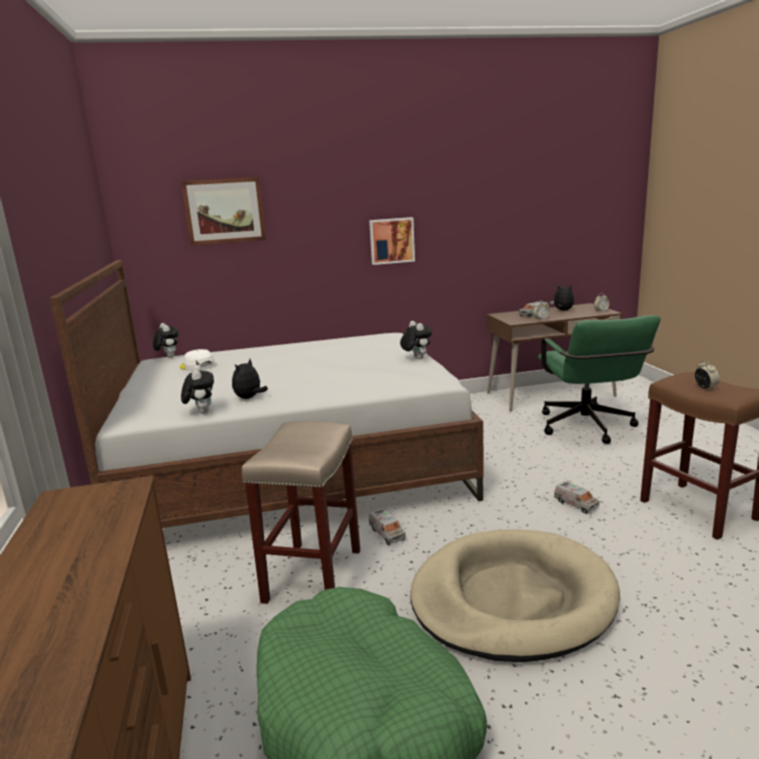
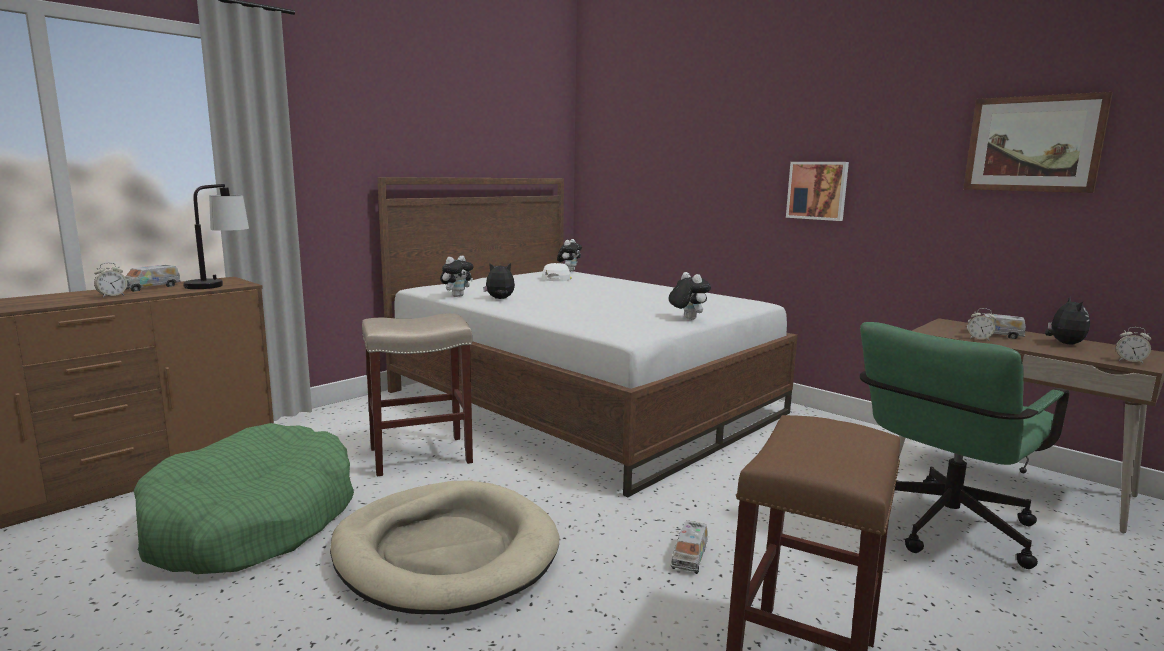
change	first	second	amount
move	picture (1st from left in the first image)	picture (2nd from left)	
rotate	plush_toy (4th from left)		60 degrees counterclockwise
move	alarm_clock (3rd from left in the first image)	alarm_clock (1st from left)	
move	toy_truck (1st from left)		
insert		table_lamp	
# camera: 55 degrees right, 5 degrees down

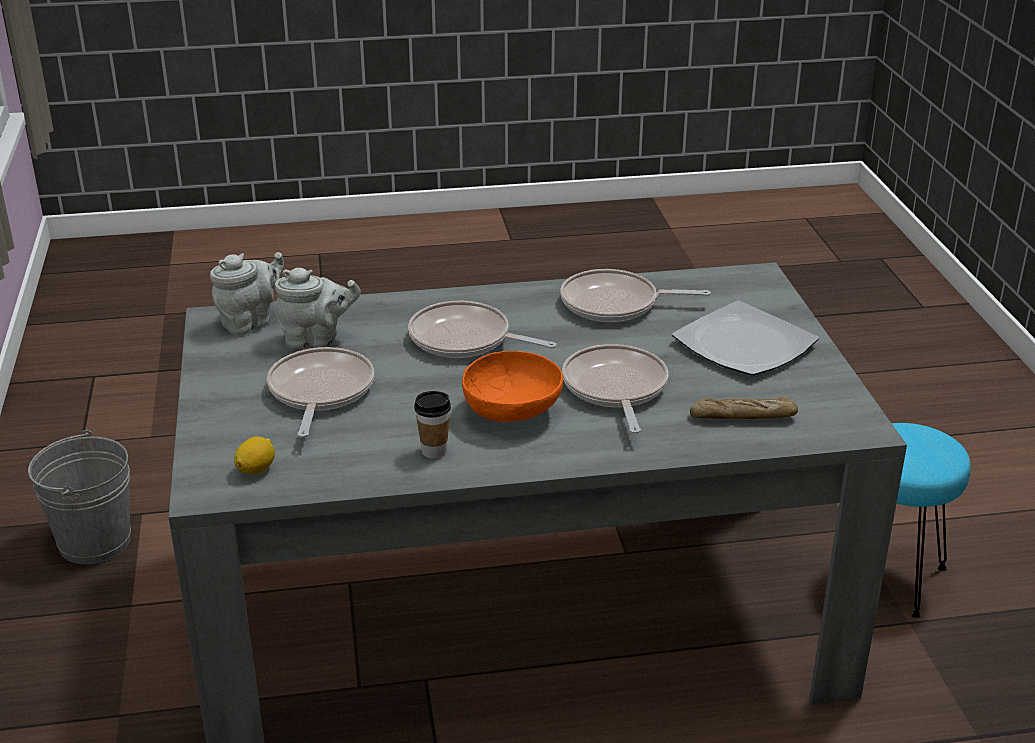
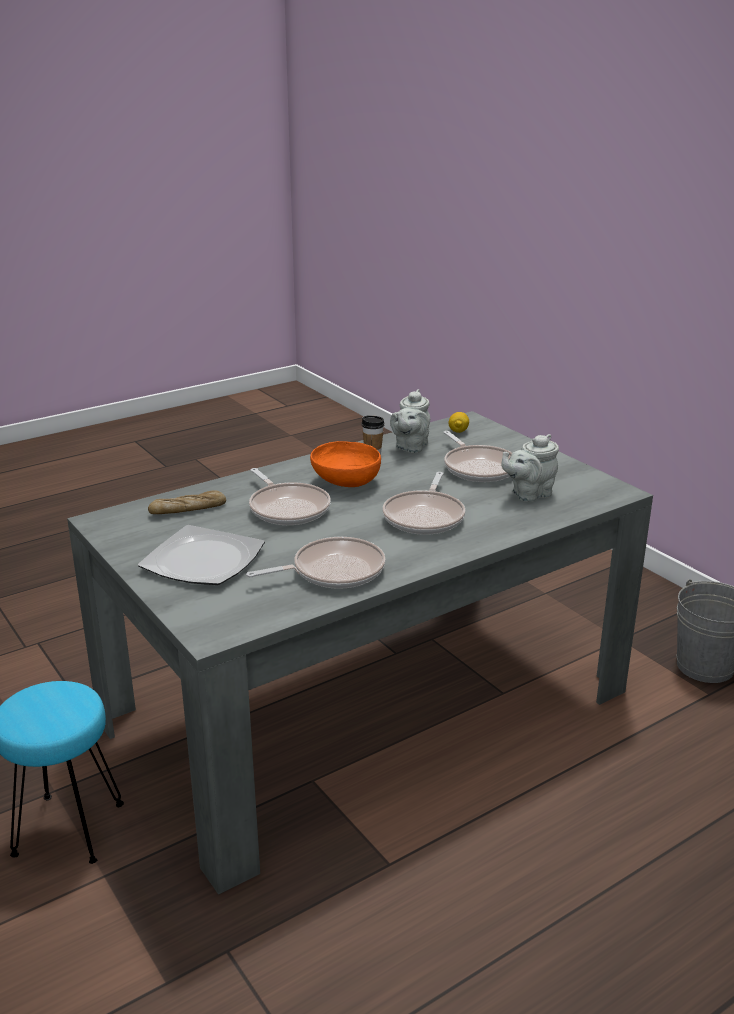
change	first	second	amount
move	grey_teapot (1st from left)		
rotate	frying_pan (2nd from left in the first image)	frying_pan (3rd from left)	105 degrees clockwise
# camera: 155 degrees right, 5 degrees down

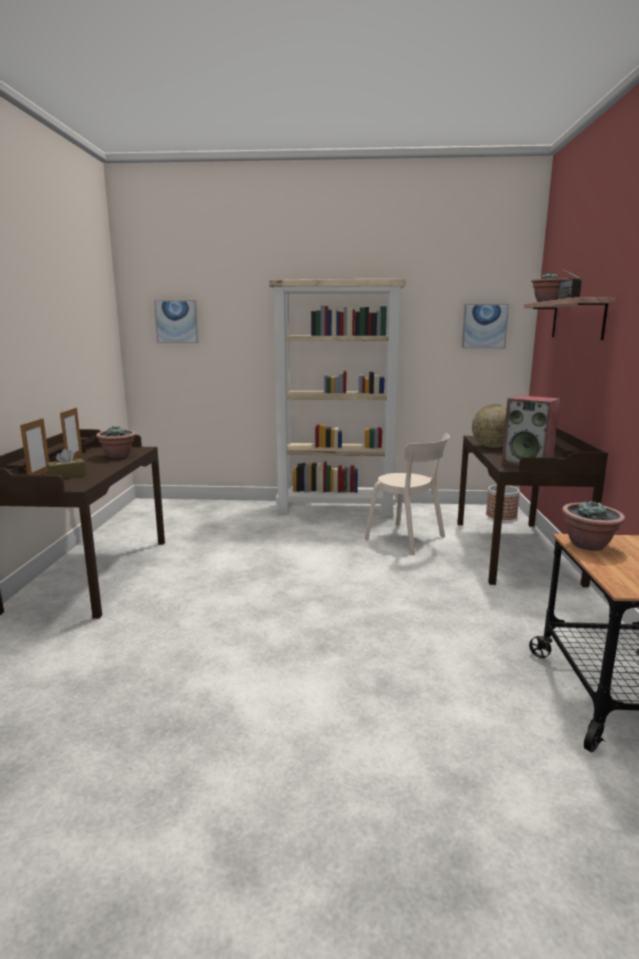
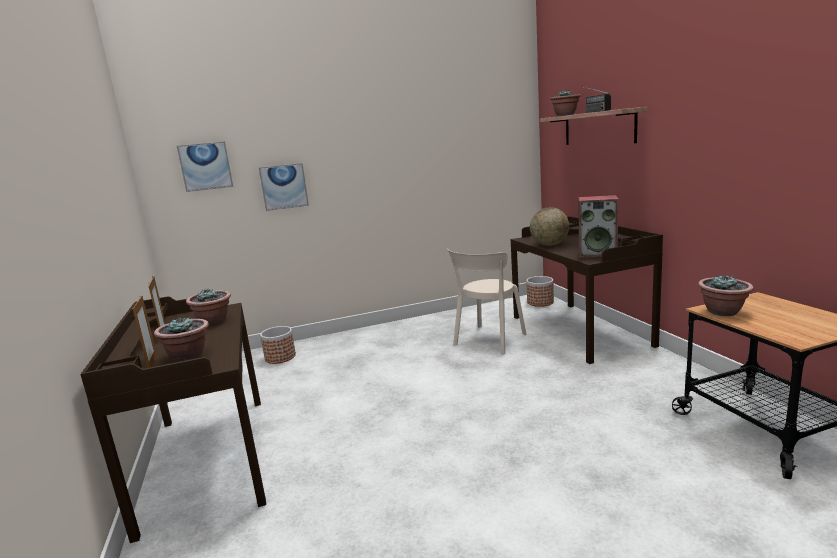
change	first	second	amount
delete	beige_bookcase		
move	picture (2nd from left)		
rotate	beige_chair		105 degrees clockwise
replace	brown_tissue_box	potted_plant (1st from left)	
insert		planter (1st from left)	
# camera: 20 degrees left, 0 degrees up

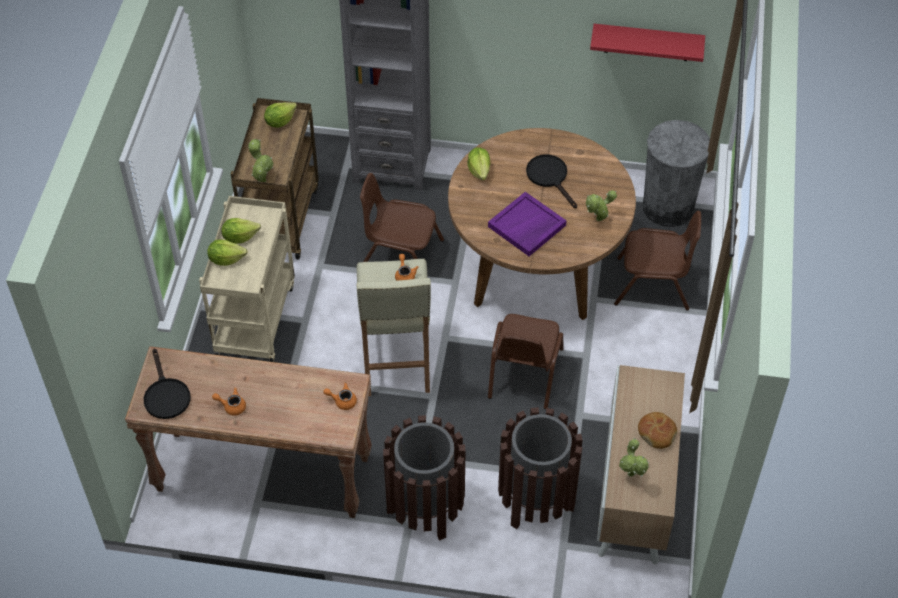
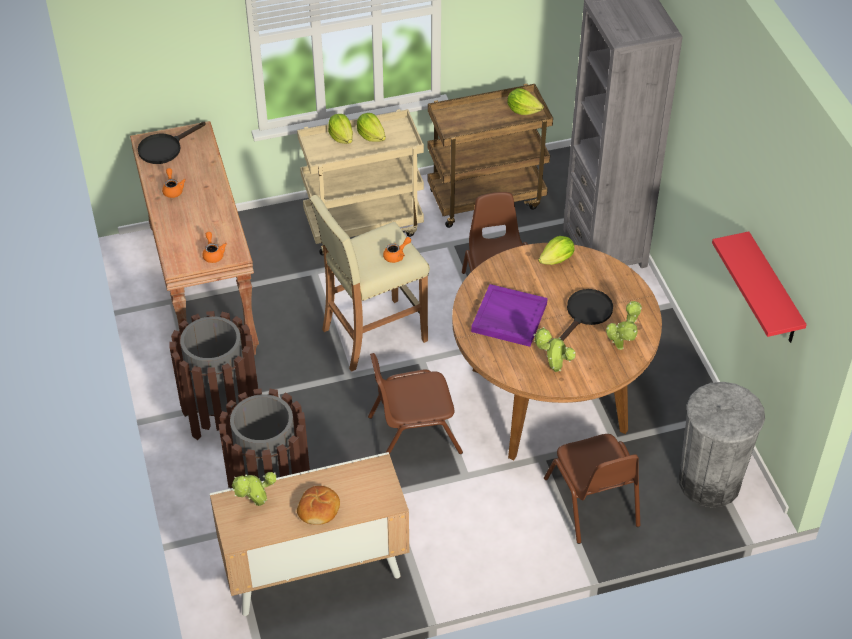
change	first	second	amount
move	potted_plant (1st from left in the first image)	potted_plant (3rd from left)	
# camera: 65 degrees right, 5 degrees down

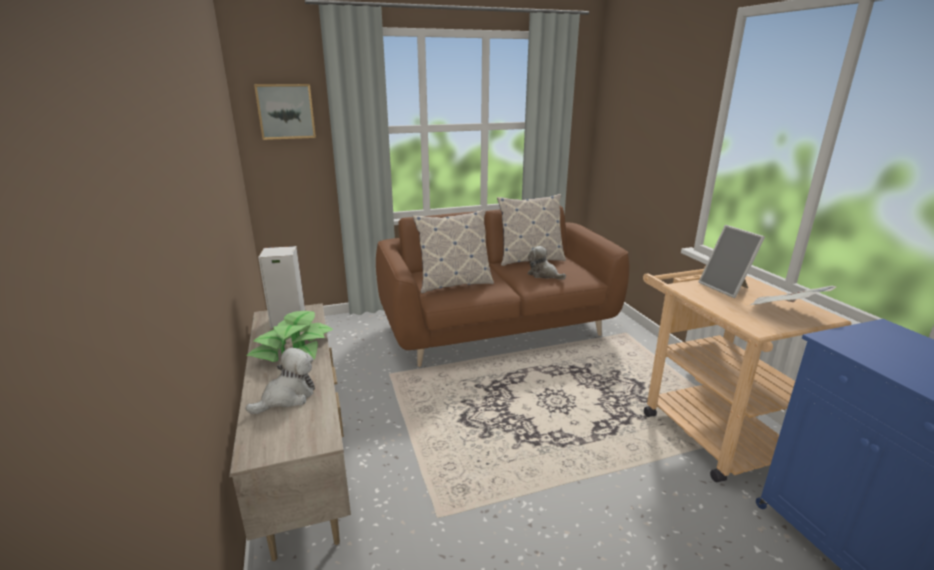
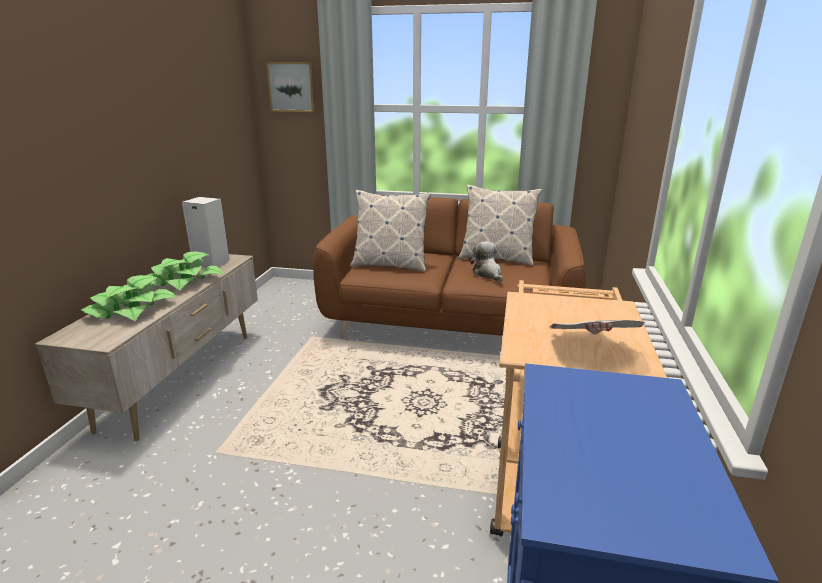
change	first	second	amount
delete	picture_frame		
replace	plush_toy (1st from left)	potted_plant (1st from left)	
# camera: 30 degrees right, 0 degrees up

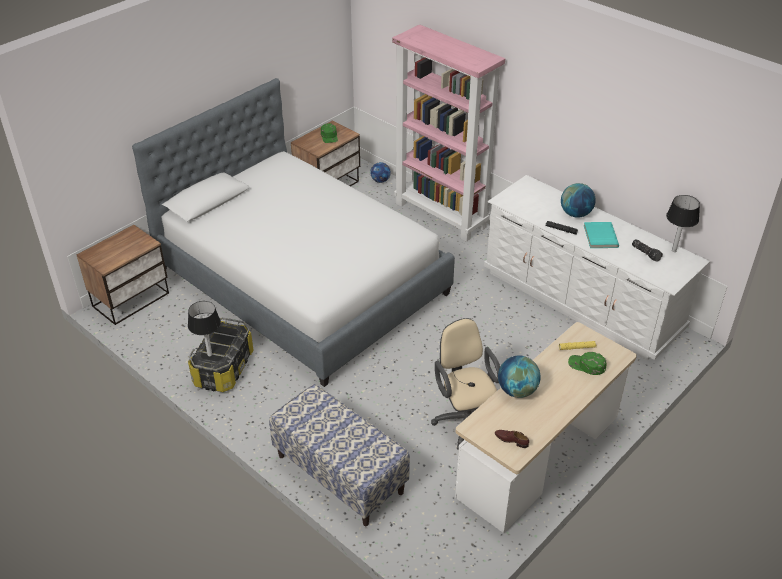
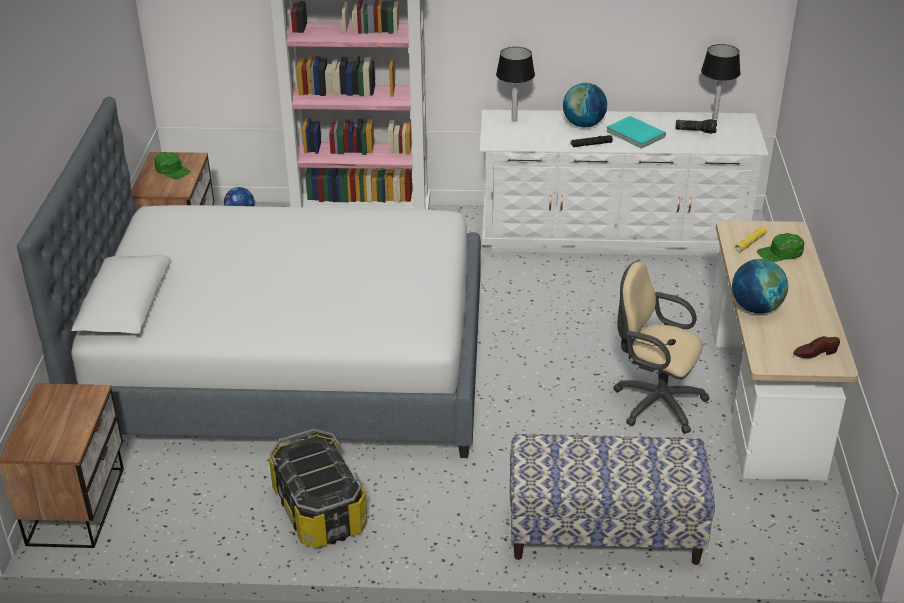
change	first	second	amount
move	table_lamp (1st from left)		
# camera: 40 degrees left, 5 degrees down

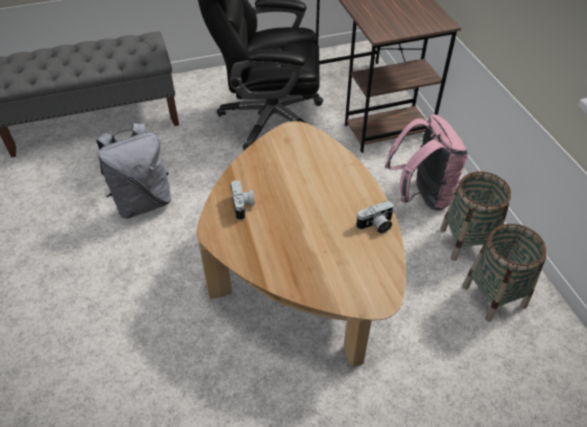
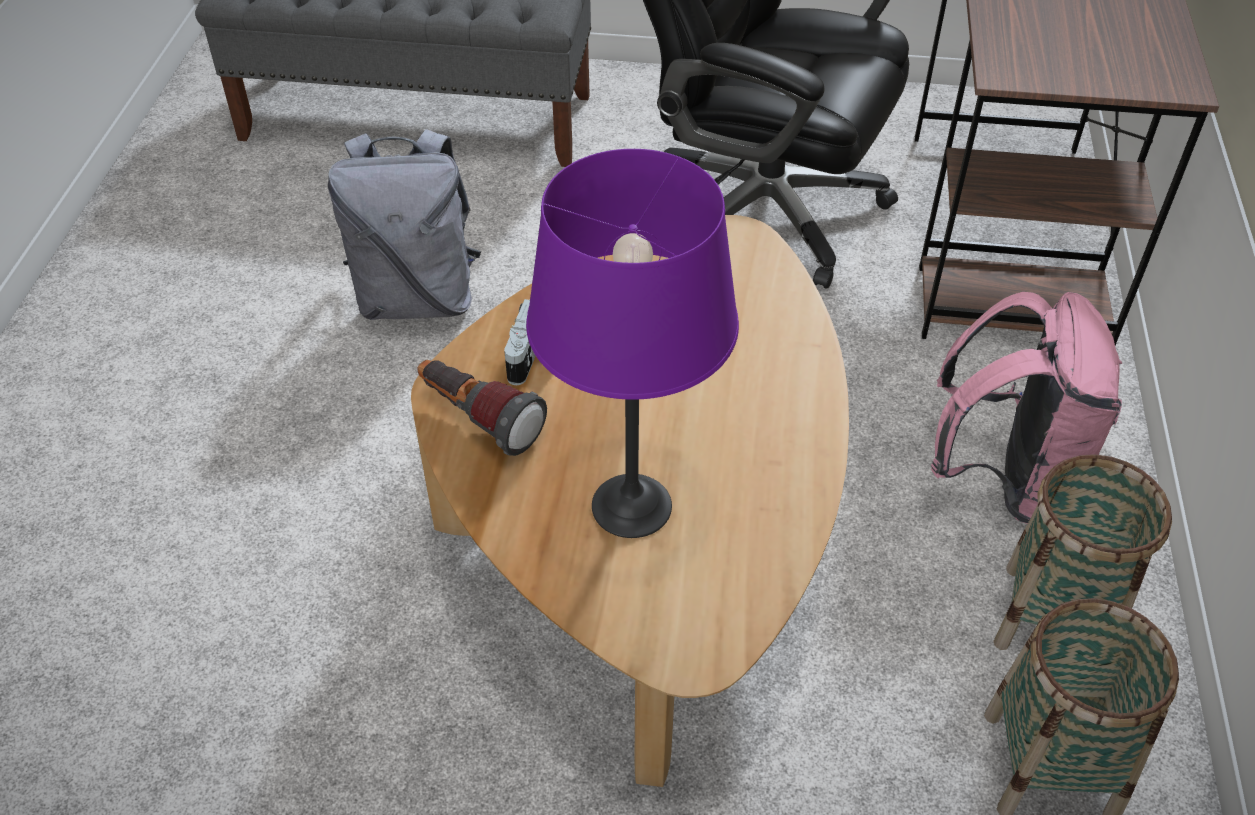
change	first	second	amount
delete	photo_camera (2nd from left)		
insert		purple_table_lamp	
insert		flashlight	
# camera: 25 degrees right, 0 degrees up

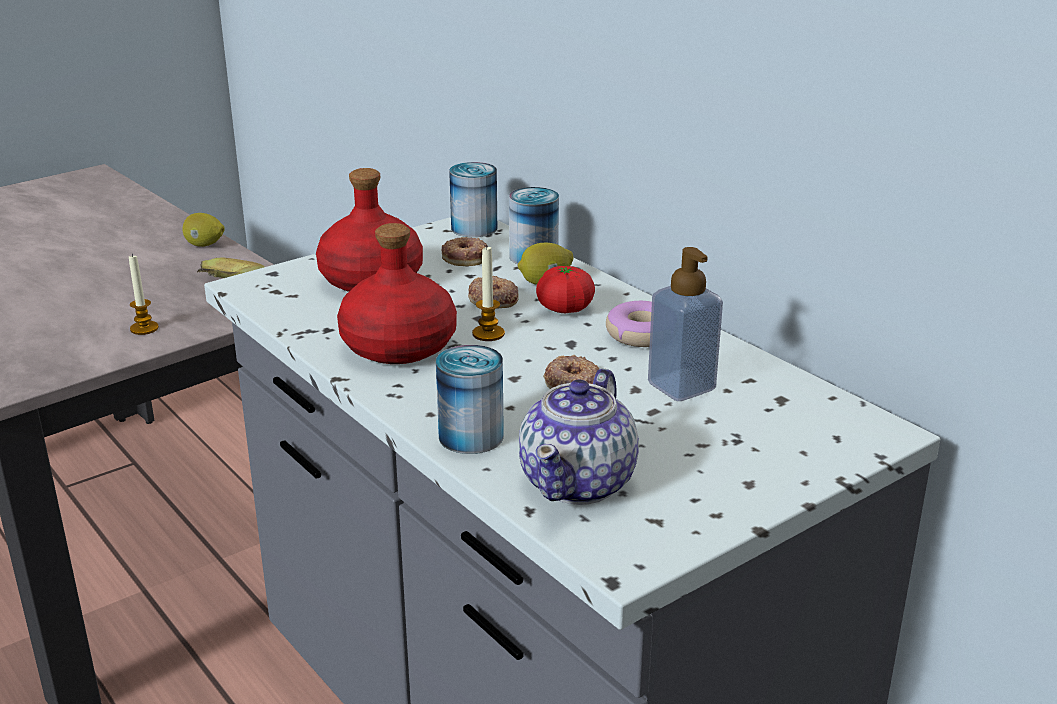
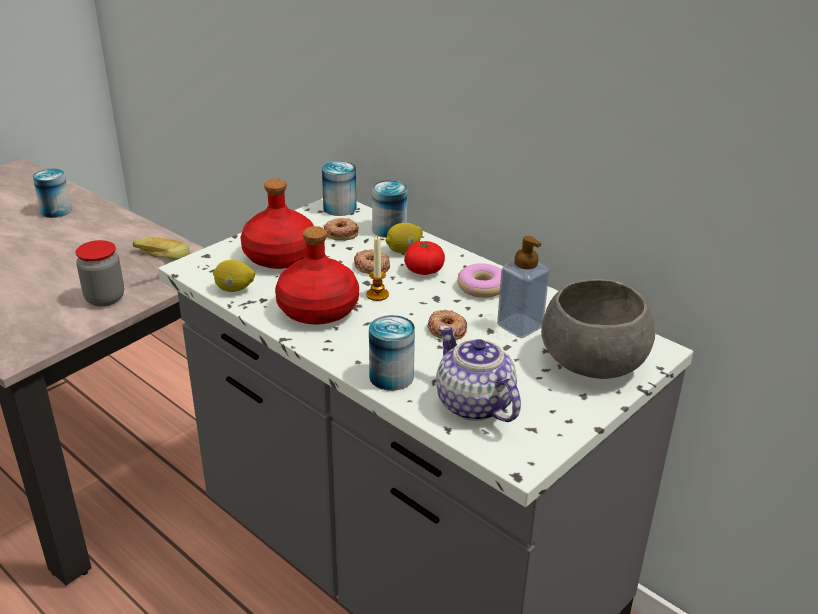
change	first	second	amount
move	lemon (1st from left)		
replace	candle (1st from left)	jar	
rotate	teapot		135 degrees clockwise
insert		can (1st from left)	
insert		grey_bowl	
# camera: 10 degrees left, 5 degrees up

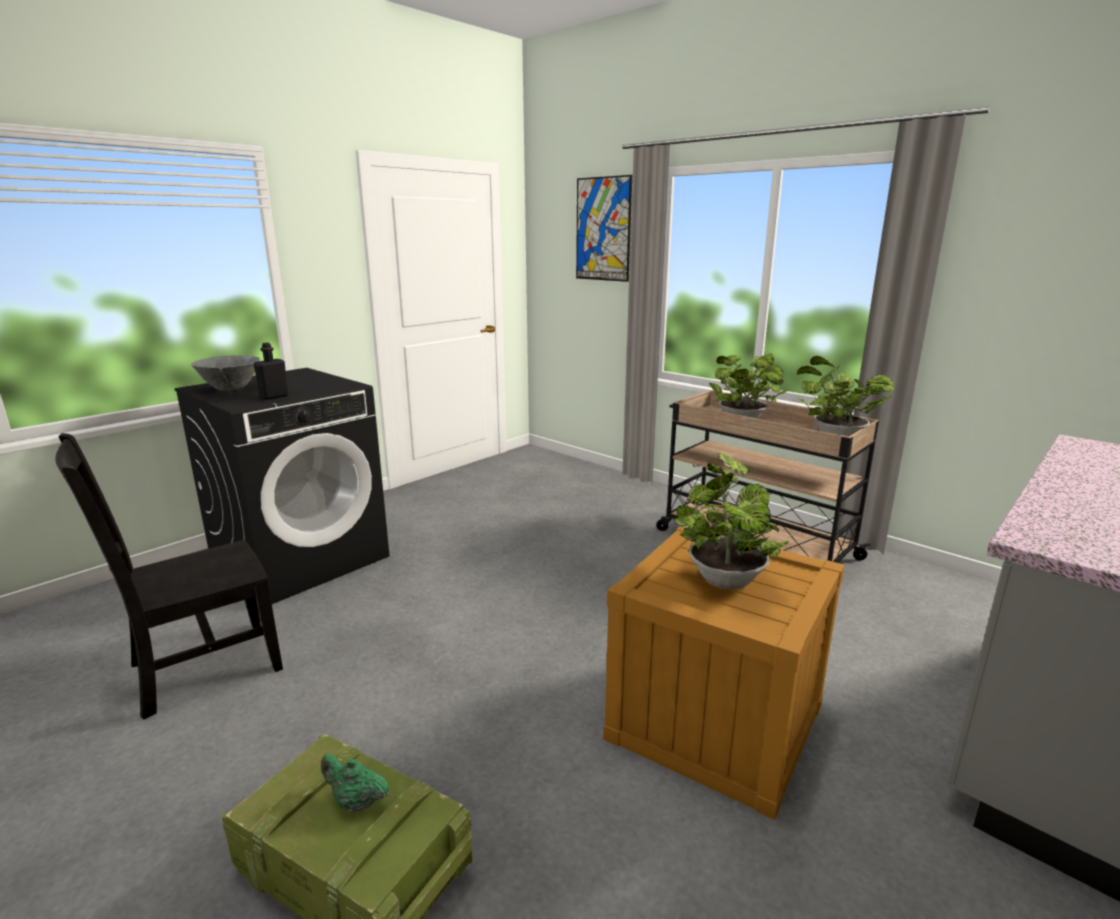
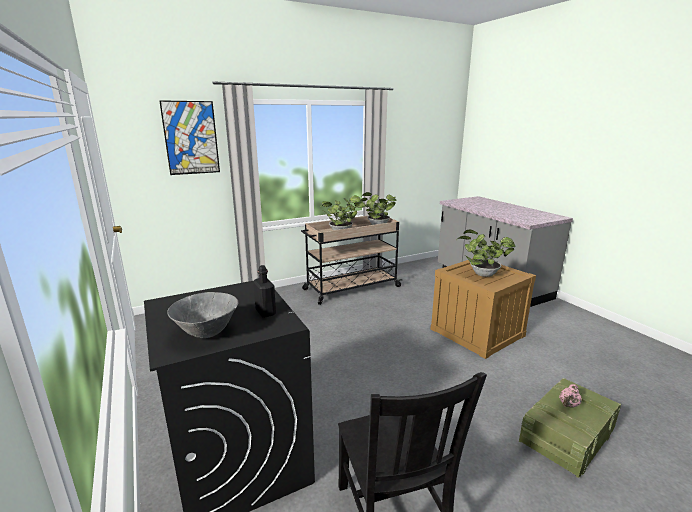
change	first	second	amount
recolor	green_teapot	pink_teapot	
# camera: 70 degrees left, 0 degrees up

